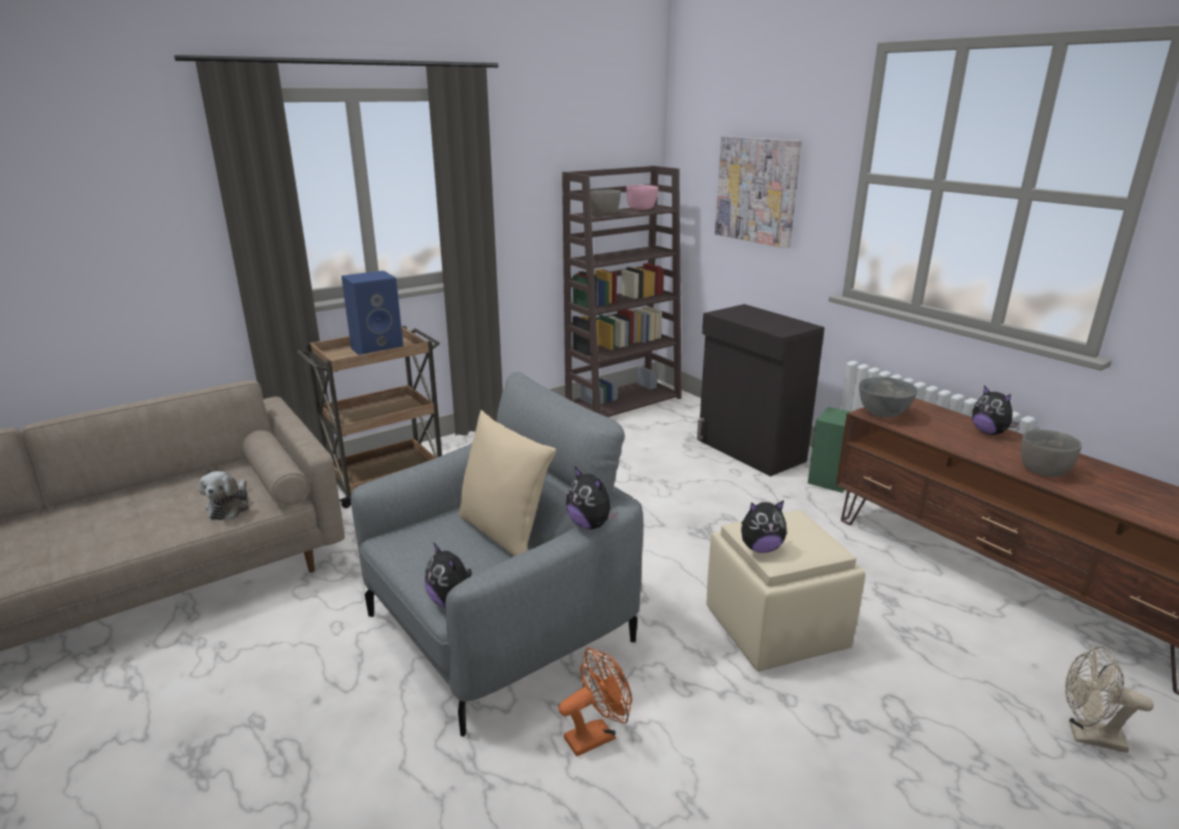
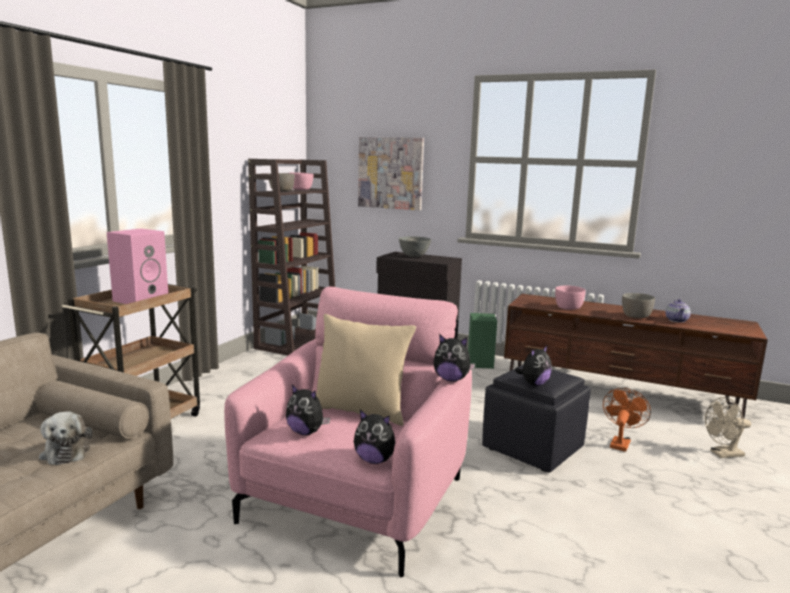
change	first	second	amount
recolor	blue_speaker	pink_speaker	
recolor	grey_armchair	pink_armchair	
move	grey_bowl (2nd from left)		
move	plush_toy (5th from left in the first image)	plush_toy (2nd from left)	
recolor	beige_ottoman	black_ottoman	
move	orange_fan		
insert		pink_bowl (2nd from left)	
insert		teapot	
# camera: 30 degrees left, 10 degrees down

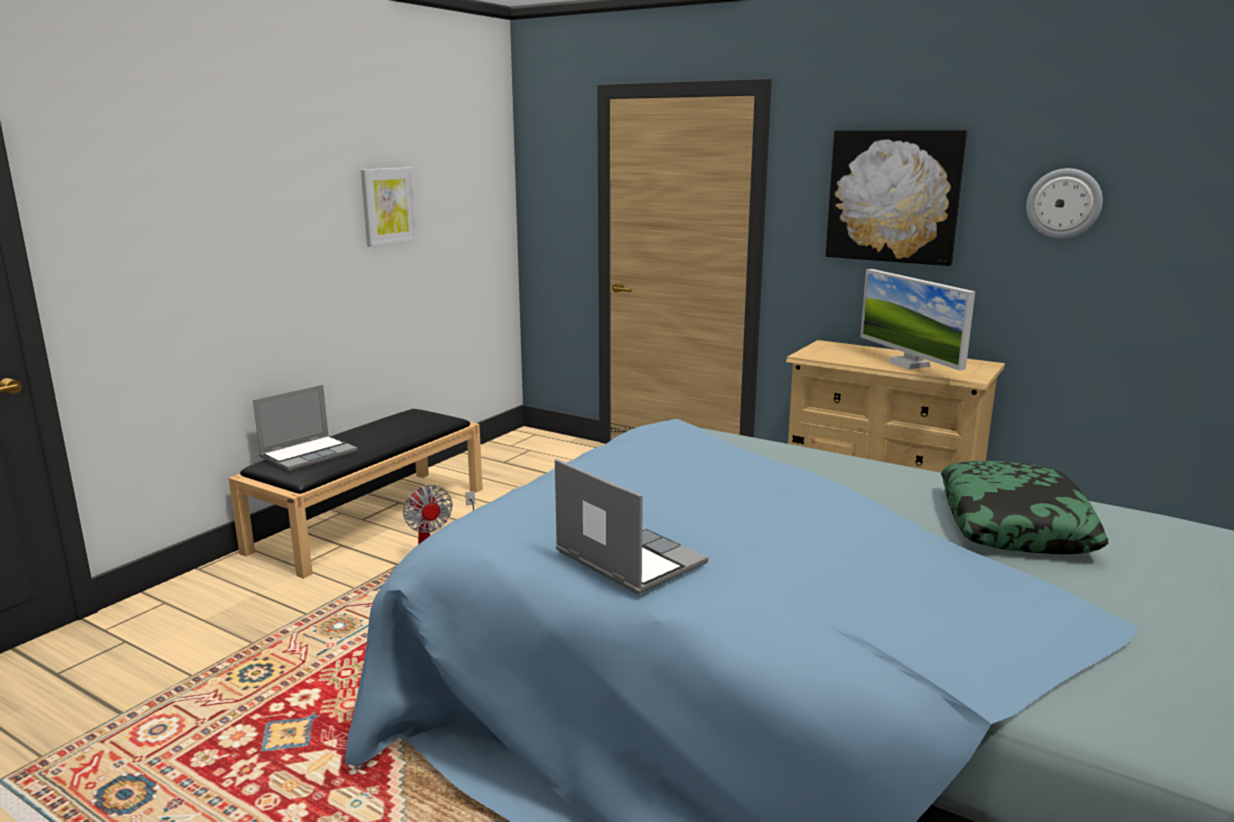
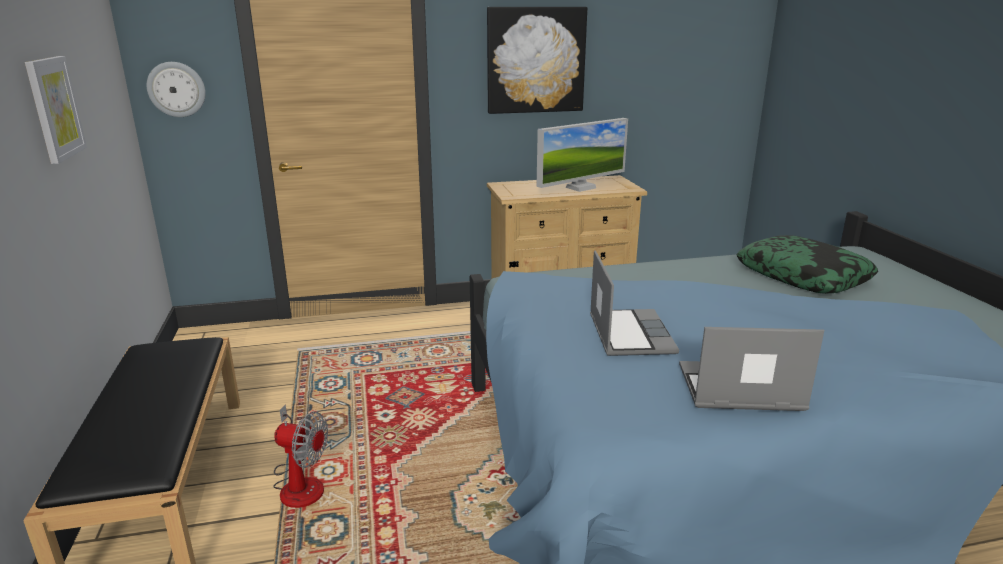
change	first	second	amount
move	wall_clock		
rotate	monitor		60 degrees counterclockwise
move	laptop (1st from left)		
# camera: 45 degrees left, 5 degrees up

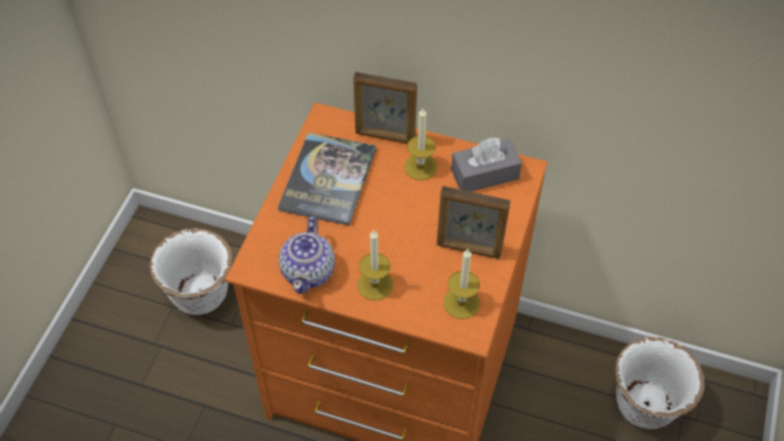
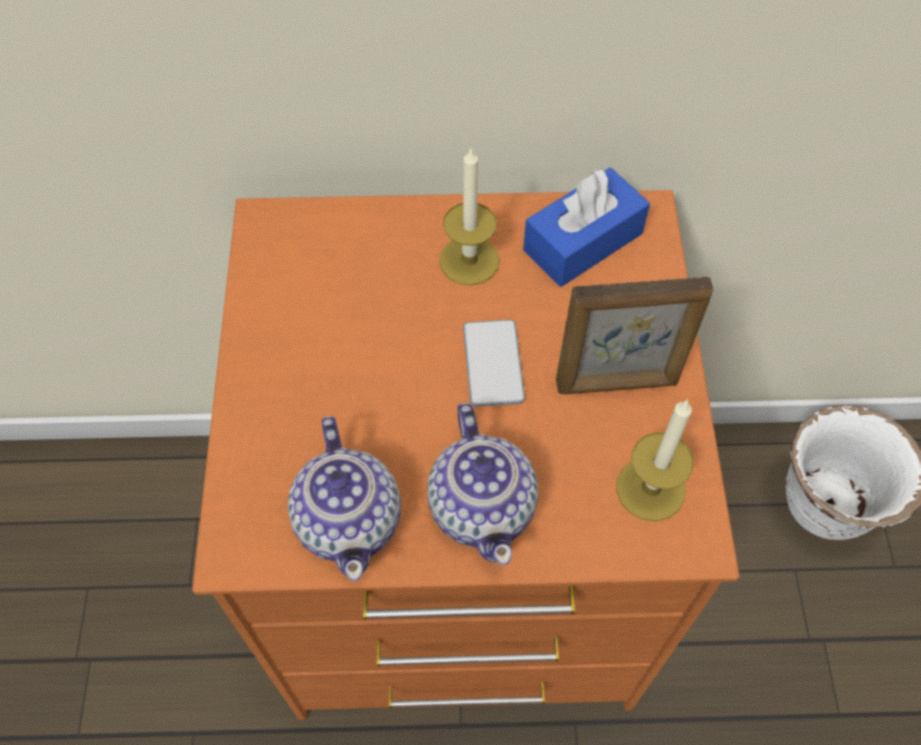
change	first	second	amount
delete	picture_frame (1st from left)		
delete	book		
recolor	grey_tissue_box	blue_tissue_box	
delete	white_planter (1st from left)		
replace	candle (1st from left)	teapot (2nd from left)	
insert		phone	
# camera: 20 degrees left, 5 degrees up

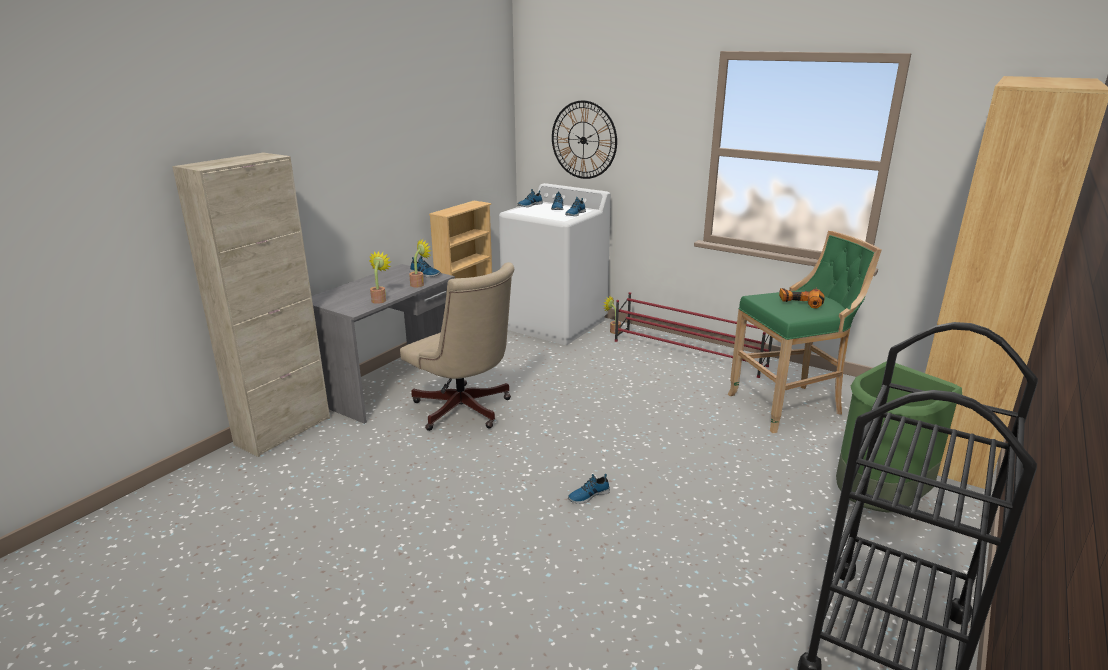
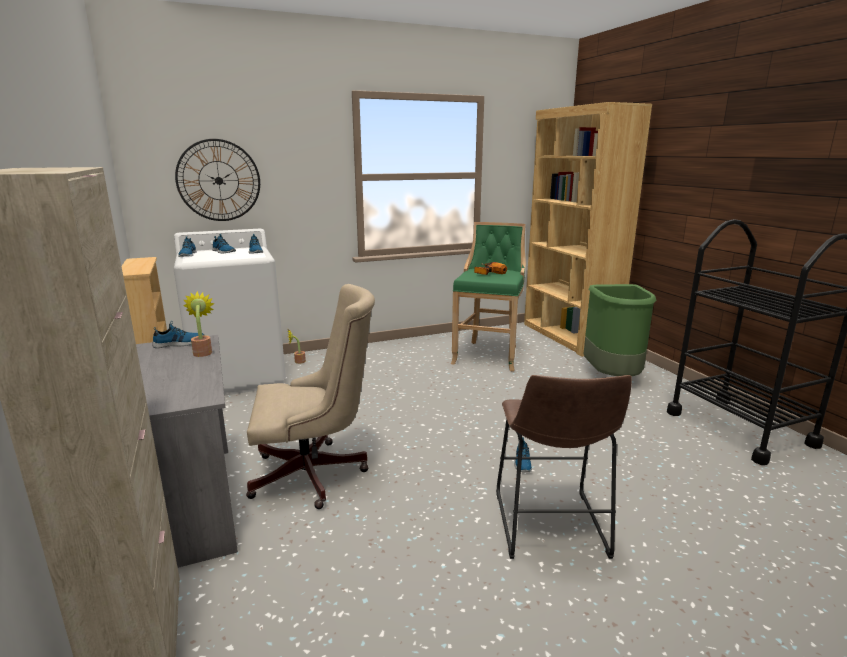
change	first	second	amount
delete	potted_plant (1st from left)		
delete	red_shoe_rack		
insert		brown_stool	
# camera: 55 degrees left, 5 degrees down

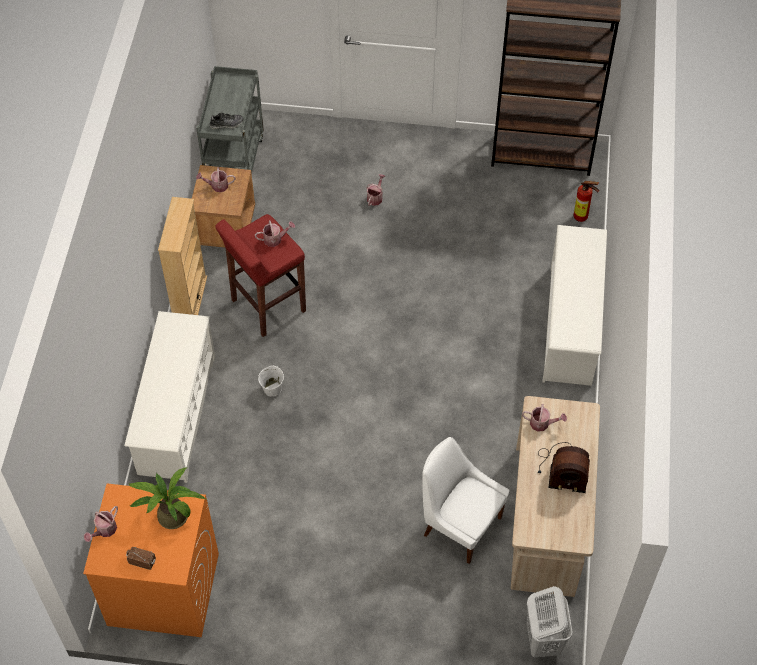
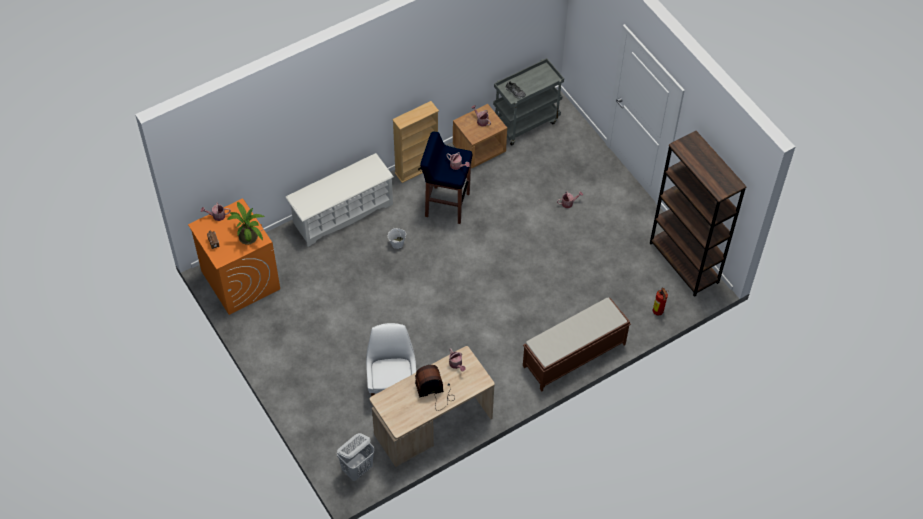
change	first	second	amount
recolor	red_stool	blue_stool	
replace	white_shoe_rack (2nd from left)	brown_bench	
rotate	radio (2nd from left)		105 degrees clockwise
# camera: 50 degrees right, 0 degrees up

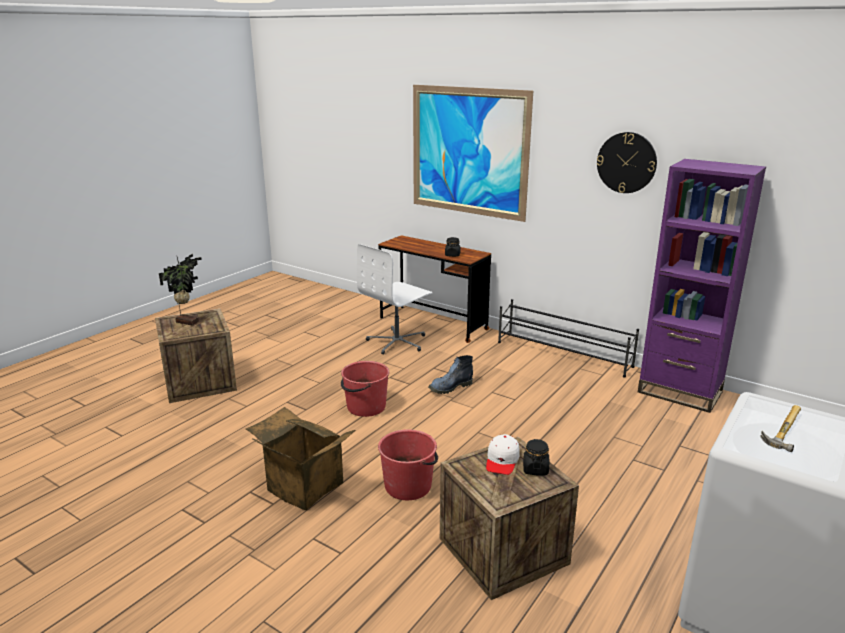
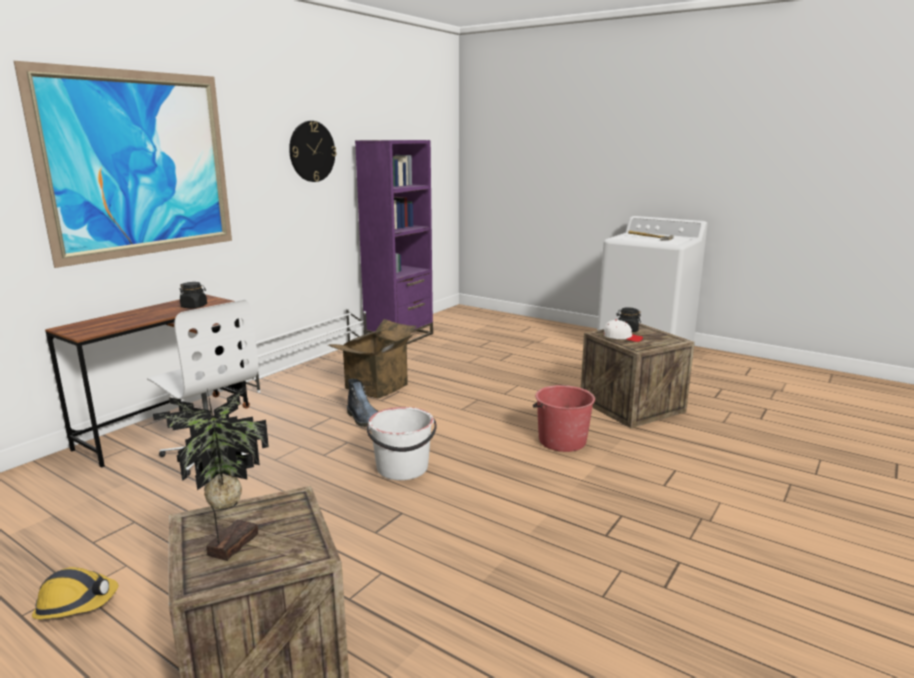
change	first	second	amount
recolor	black_shoe_rack	white_shoe_rack	
recolor	red_bucket (1st from left)	white_bucket	
move	cardboard_box		
insert		hard_hat	
# camera: 90 degrees left, 5 degrees down

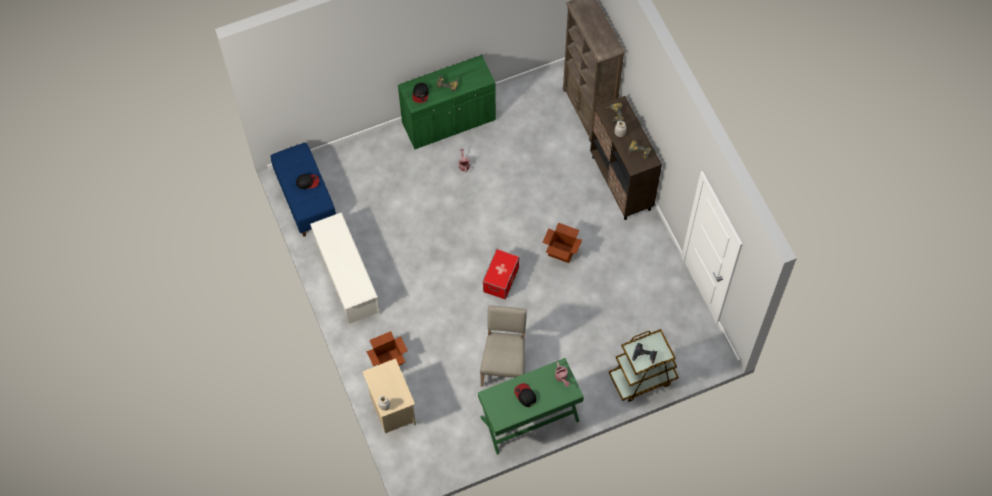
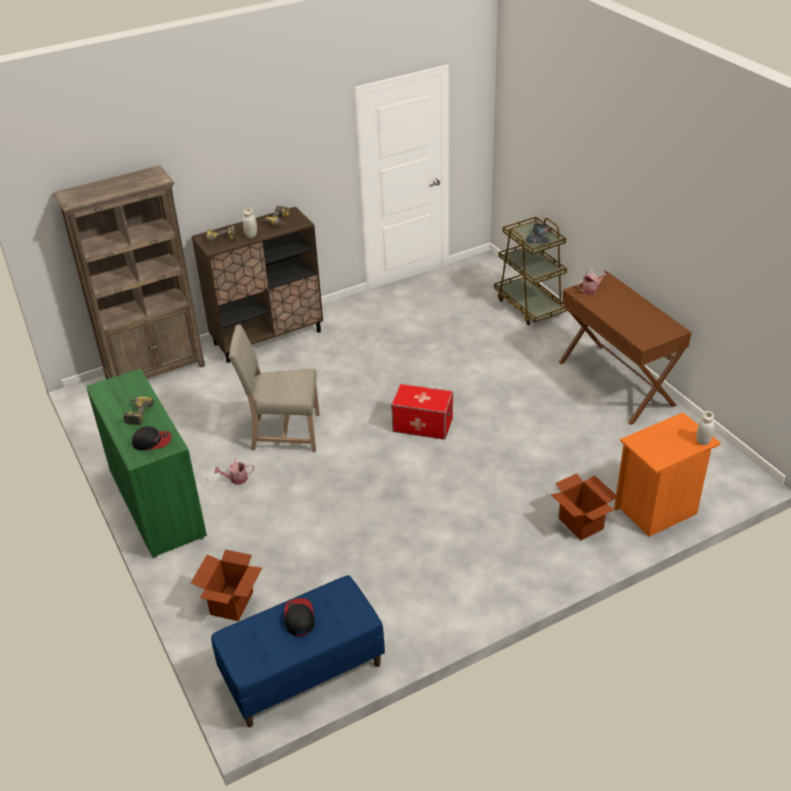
change	first	second	amount
delete	white_shoe_rack		
move	cardboard_box (2nd from left in the first image)	cardboard_box (1st from left)	
move	beige_chair		
recolor	green_desk	brown_desk	
recolor	beige_nightstand	orange_nightstand	
delete	cap (3rd from left)		
# camera: 95 degrees left, 25 degrees down

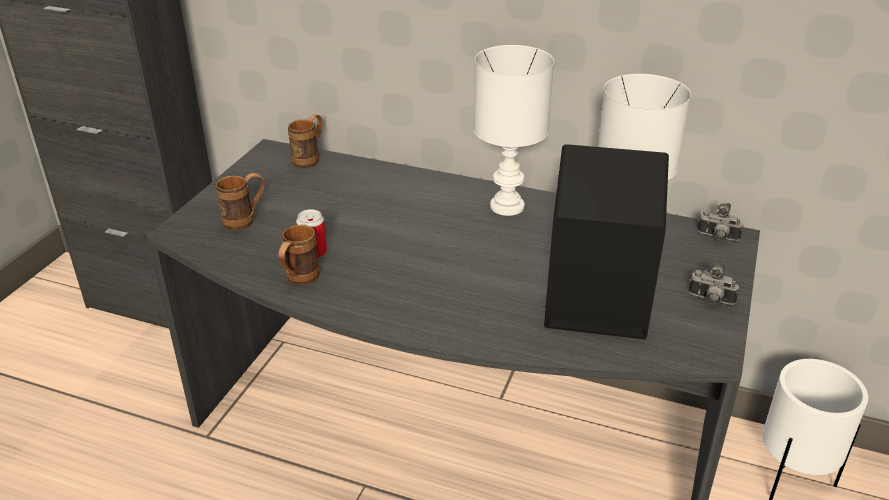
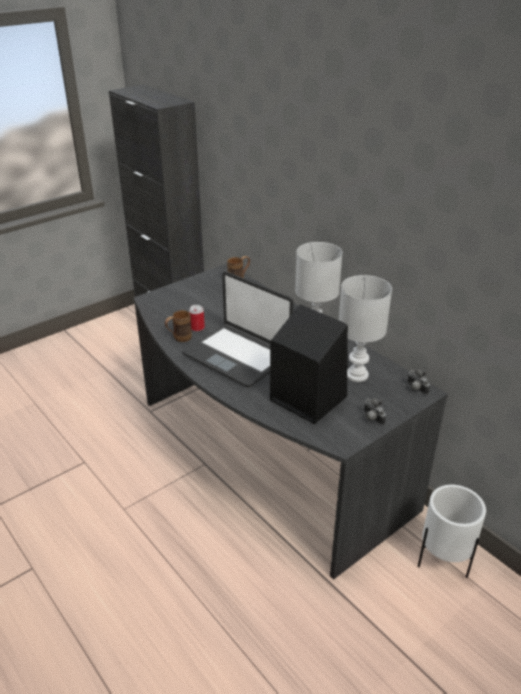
change	first	second	amount
delete	brown_mug (1st from left)		
insert		laptop	
# camera: 30 degrees right, 0 degrees up

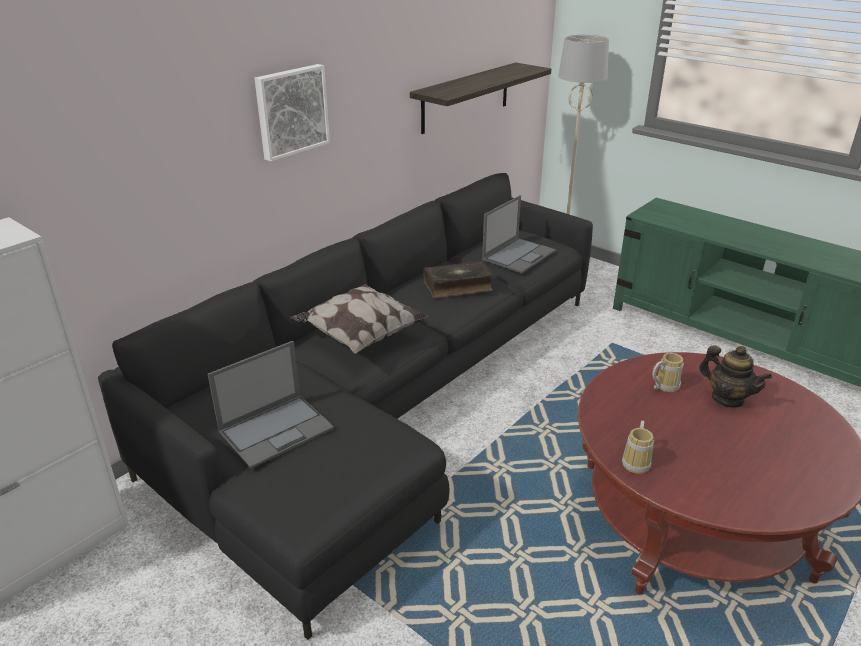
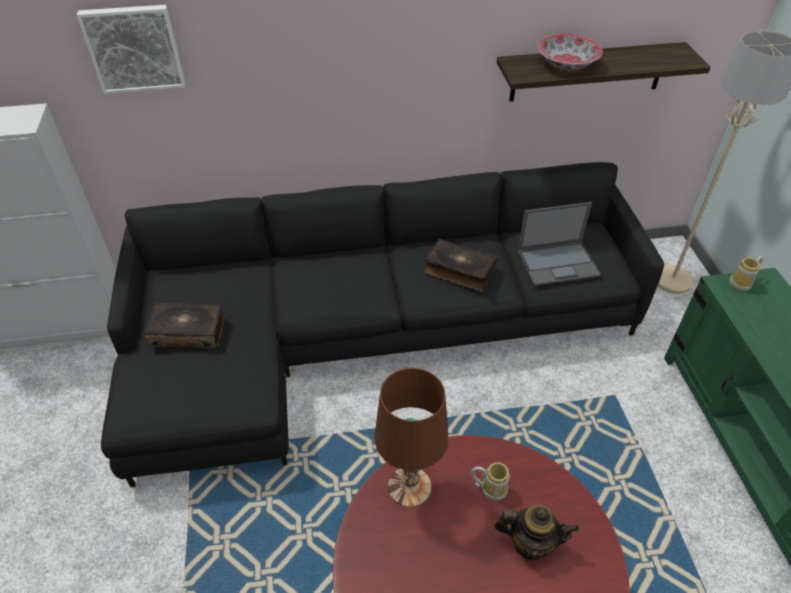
change	first	second	amount
move	picture		
delete	pillow		
replace	laptop (1st from left)	book (1st from left)	
rotate	teapot		75 degrees counterclockwise
move	mug (1st from left in the first image)	mug (2nd from left)	
insert		bowl	
insert		brown_table_lamp	
# camera: 40 degrees right, 15 degrees up

